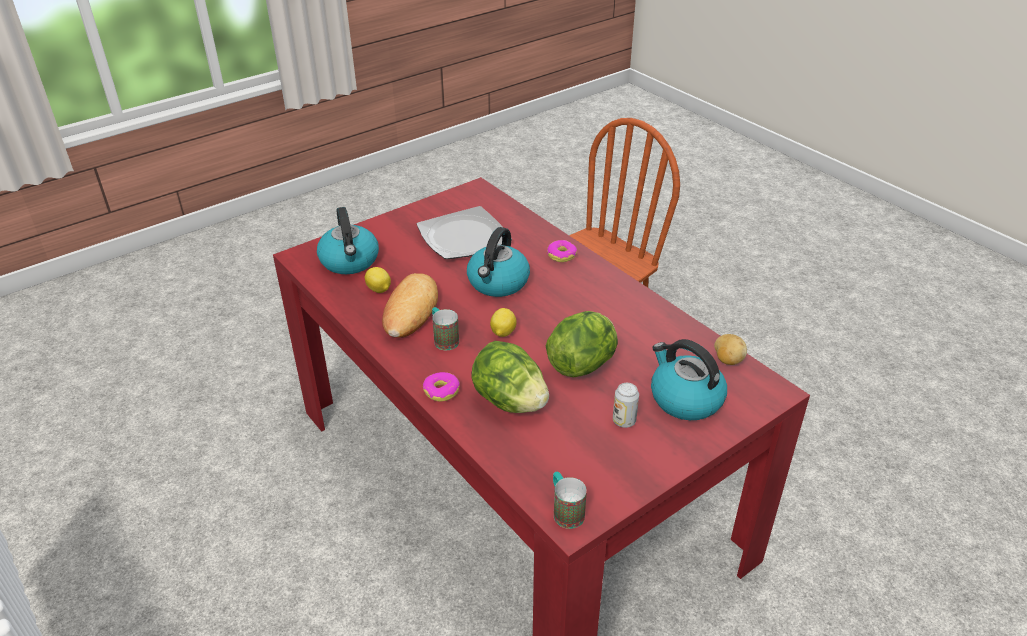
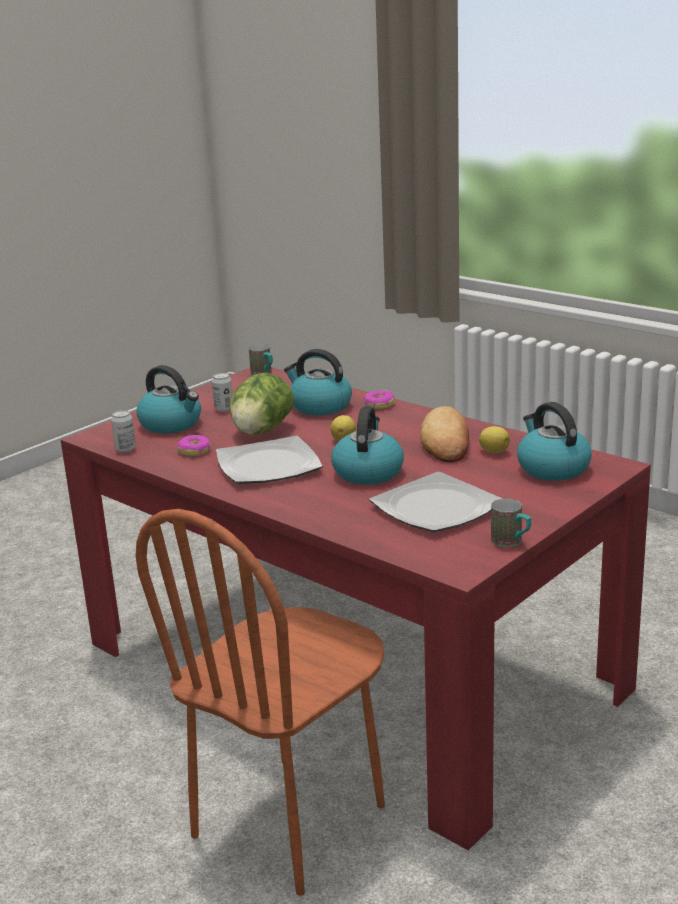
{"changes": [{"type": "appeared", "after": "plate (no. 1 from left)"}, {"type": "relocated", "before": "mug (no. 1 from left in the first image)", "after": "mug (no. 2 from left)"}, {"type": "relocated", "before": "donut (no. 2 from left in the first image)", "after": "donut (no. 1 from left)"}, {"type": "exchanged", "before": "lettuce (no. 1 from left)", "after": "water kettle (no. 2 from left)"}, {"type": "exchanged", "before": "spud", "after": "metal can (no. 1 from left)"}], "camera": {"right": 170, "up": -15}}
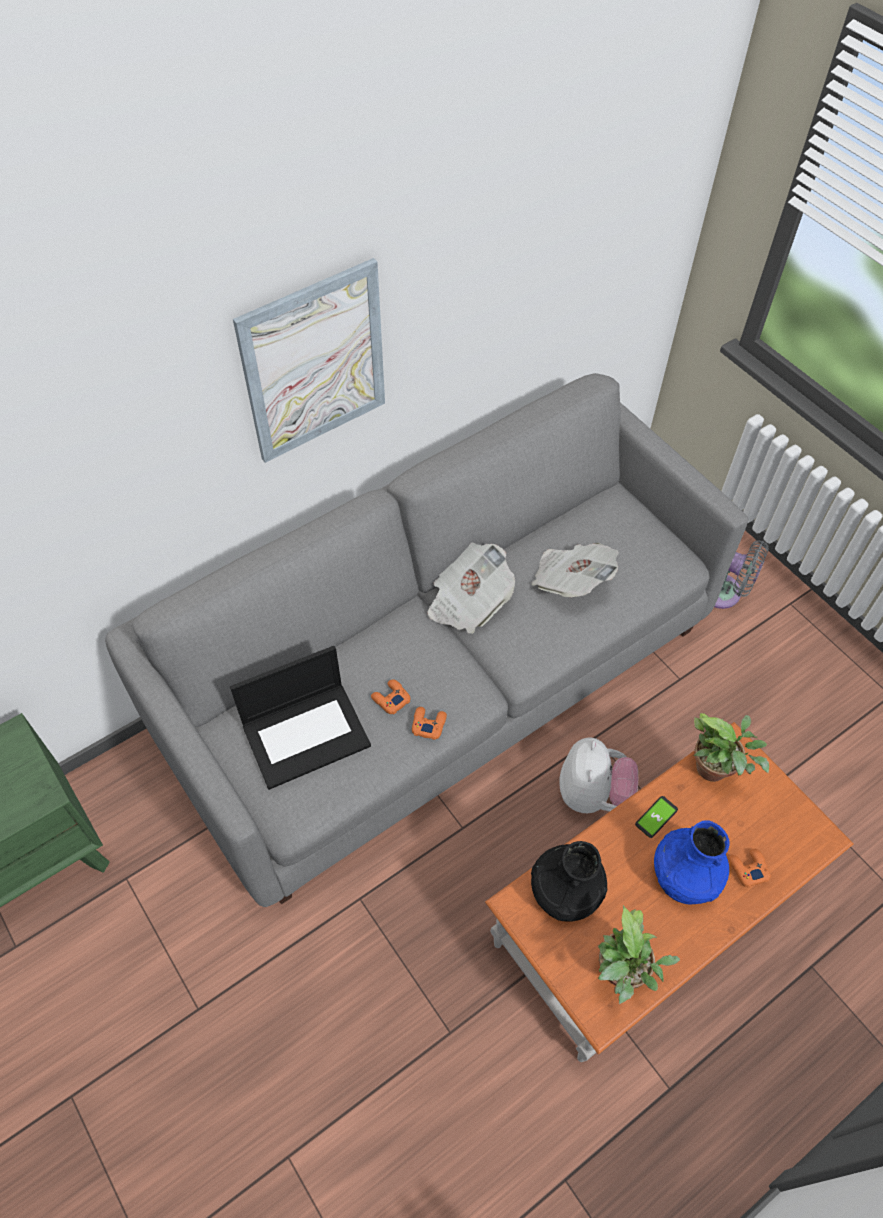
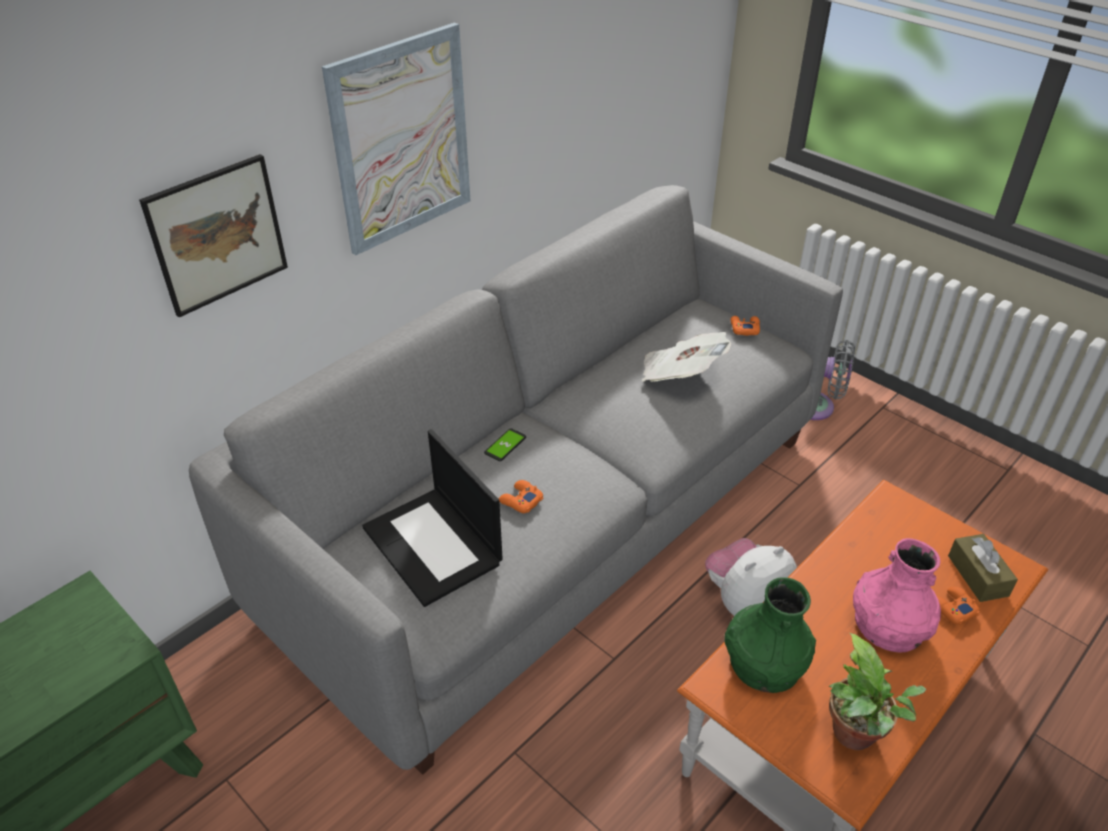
{"changes": [{"type": "missing", "before": "newspaper (no. 1 from left)"}, {"type": "missing", "before": "potted plant (no. 2 from left)"}, {"type": "appeared", "after": "wall picture (no. 1 from left)"}, {"type": "appeared", "after": "tissue holder (brownish)"}, {"type": "relocated", "before": "gamepad (orange) (no. 2 from left)"}, {"type": "relocated", "before": "handset"}, {"type": "colour", "before": "decorative vase (black-coloured)", "after": "decorative vase (green)"}, {"type": "colour", "before": "decorative vase (bluish)", "after": "decorative vase (pink)"}, {"type": "spun", "before": "laptop", "turn": 90}, {"type": "spun", "before": "cuddly toy", "turn": -120}], "camera": {"right": -10, "up": -15}}
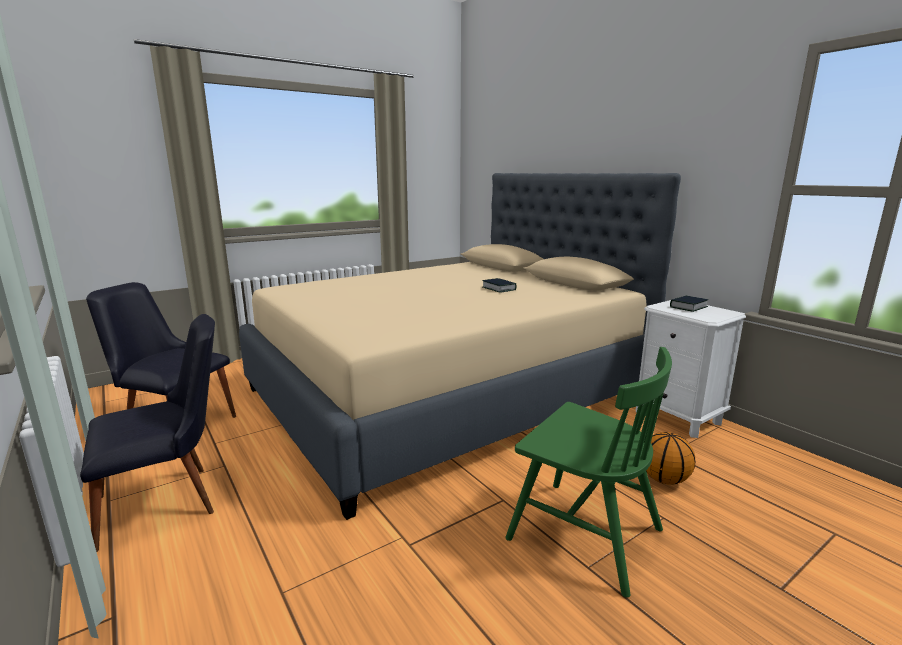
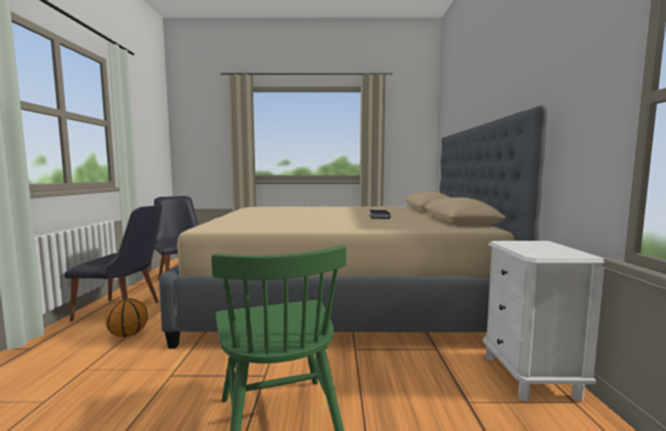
{"changes": [{"type": "missing", "before": "book (no. 2 from left)"}, {"type": "relocated", "before": "ball for basketball"}], "camera": {"right": 35, "up": -10}}
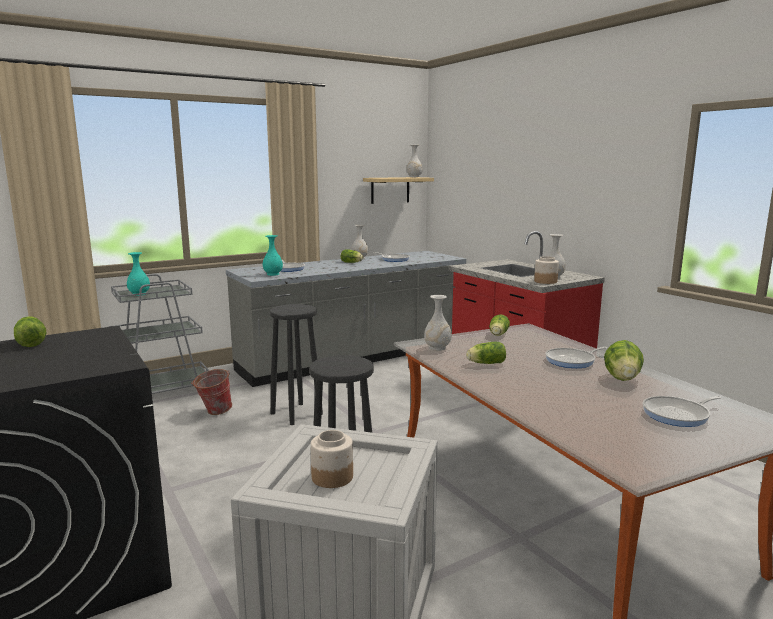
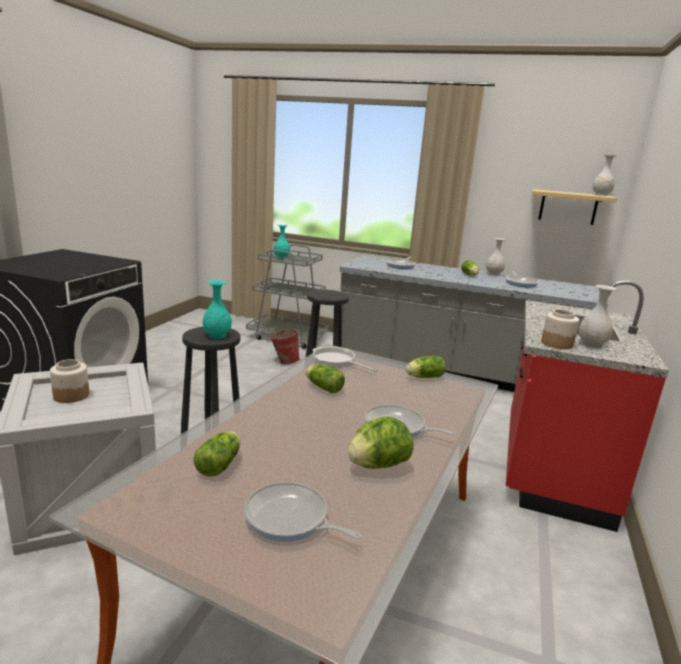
{"changes": [{"type": "relocated", "before": "lettuce (no. 1 from left)"}, {"type": "relocated", "before": "decorative vase (blue-green) (no. 2 from left in the first image)", "after": "decorative vase (blue-green) (no. 1 from left)"}, {"type": "exchanged", "before": "decorative vase (white) (no. 3 from left)", "after": "pan (no. 2 from left)"}], "camera": {"right": 50, "up": 5}}
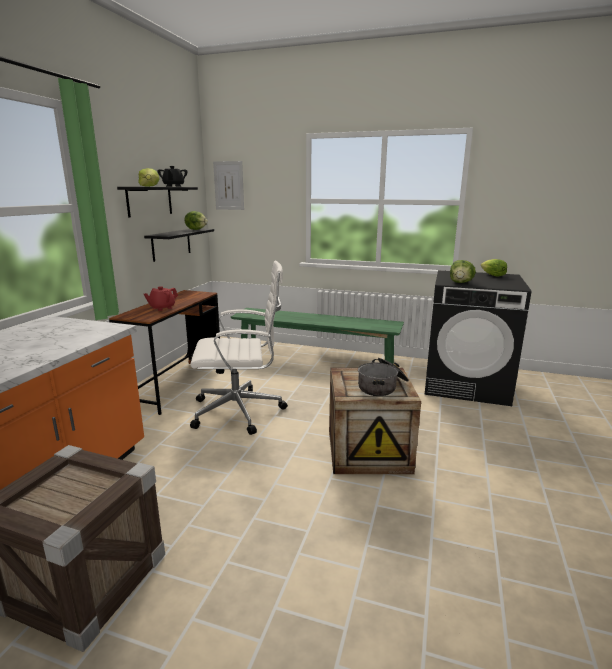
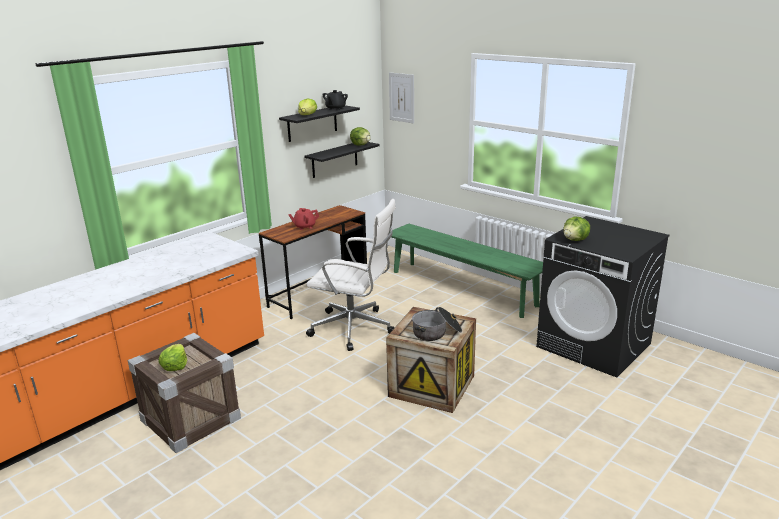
{"changes": [{"type": "relocated", "before": "lettuce (no. 4 from left in the first image)", "after": "lettuce (no. 1 from left)"}], "camera": {"right": 25, "up": 5}}
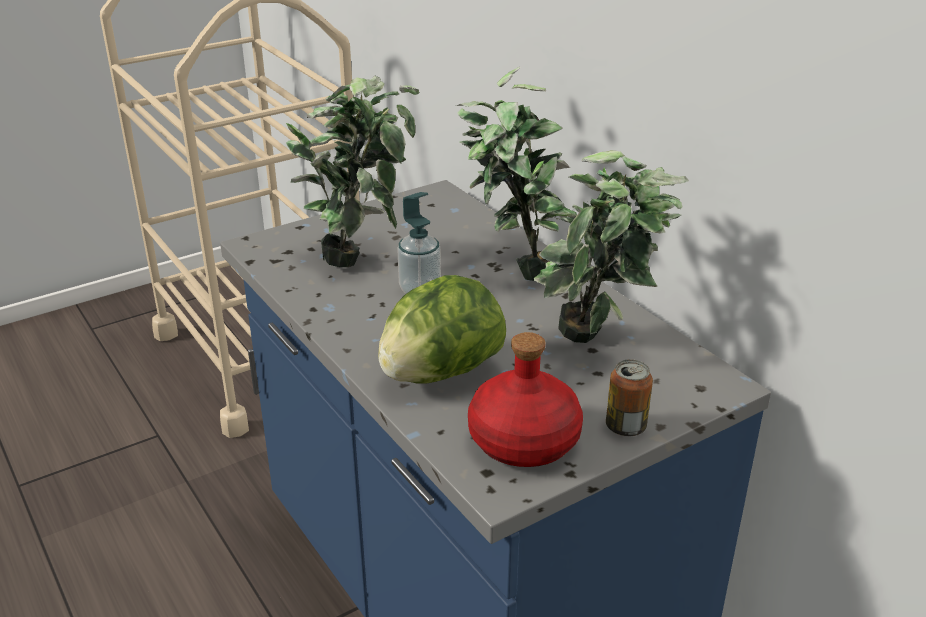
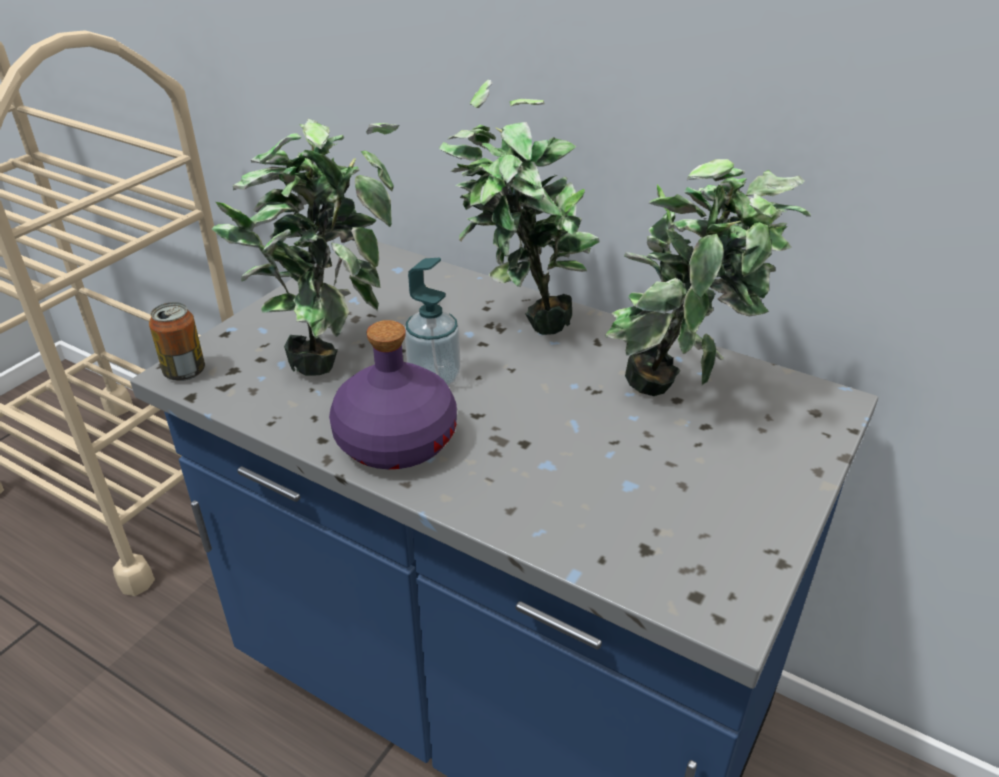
{"changes": [{"type": "missing", "before": "lettuce"}, {"type": "missing", "before": "drink bottle (red)"}, {"type": "appeared", "after": "drink bottle (purple-coloured)"}, {"type": "relocated", "before": "metal can"}], "camera": {"right": -25, "up": 5}}
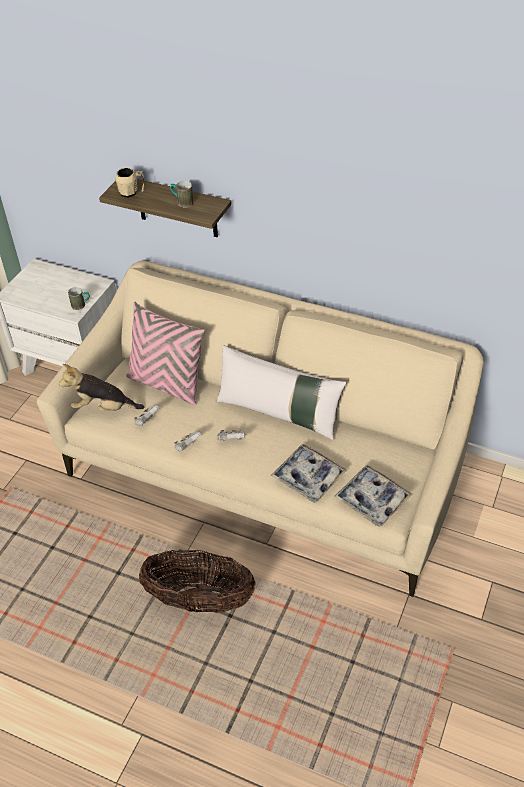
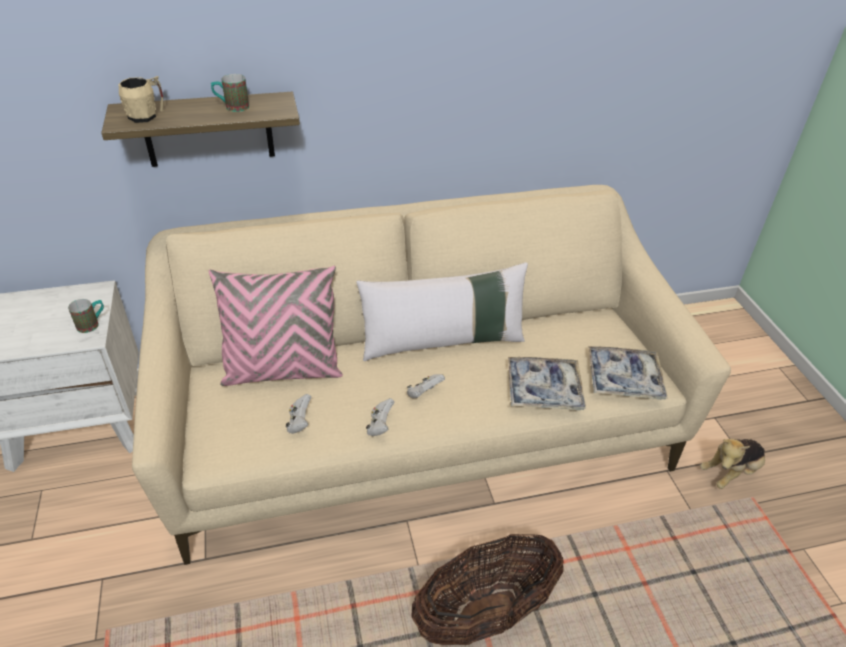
{"changes": [{"type": "relocated", "before": "cuddly toy"}], "camera": {"right": -40, "up": -5}}
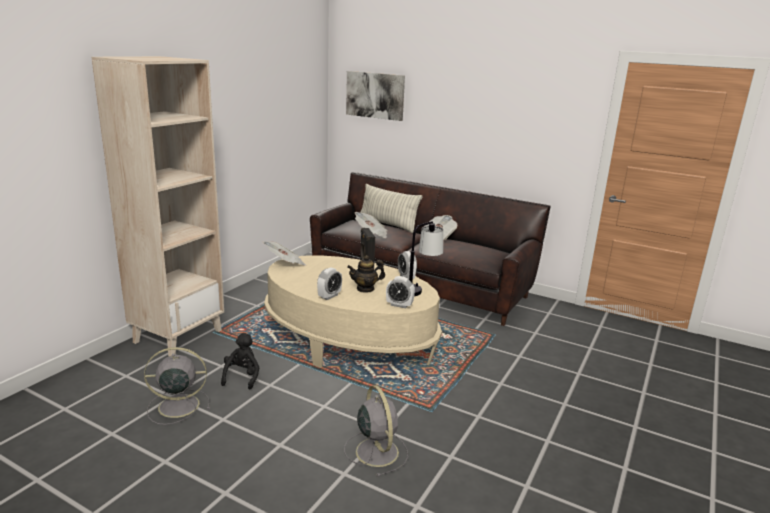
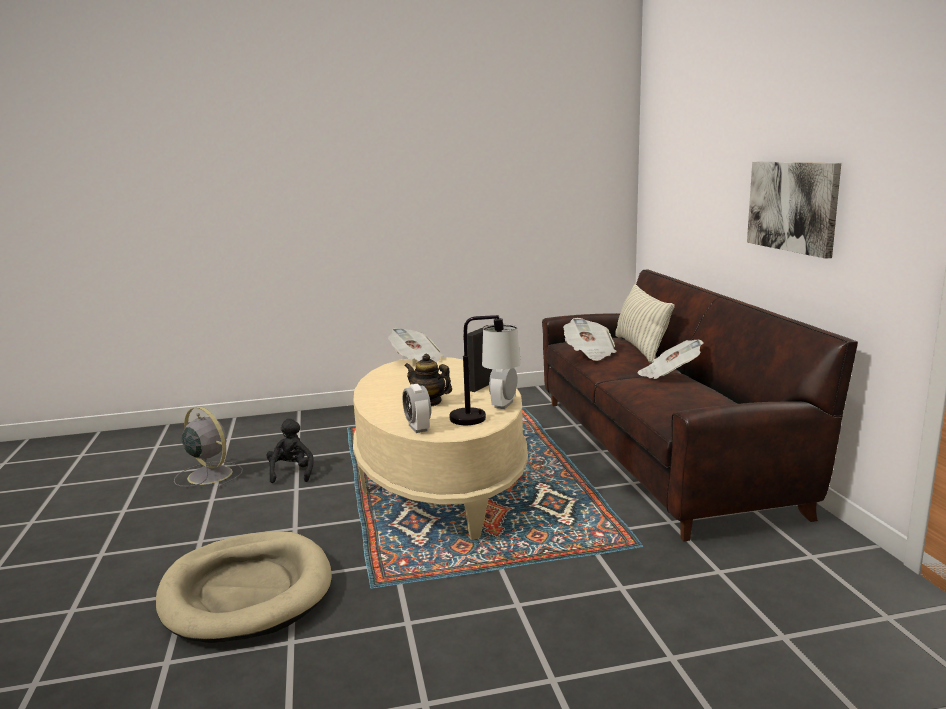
{"changes": [{"type": "missing", "before": "bookcase (beige)"}, {"type": "missing", "before": "bedside clock (no. 1 from left)"}, {"type": "relocated", "before": "wall picture"}, {"type": "exchanged", "before": "cooling fan (grey) (no. 2 from left)", "after": "dog cushion (beige)"}, {"type": "spun", "before": "cuddly toy (black-coloured)", "turn": -60}], "camera": {"right": 50, "up": -5}}
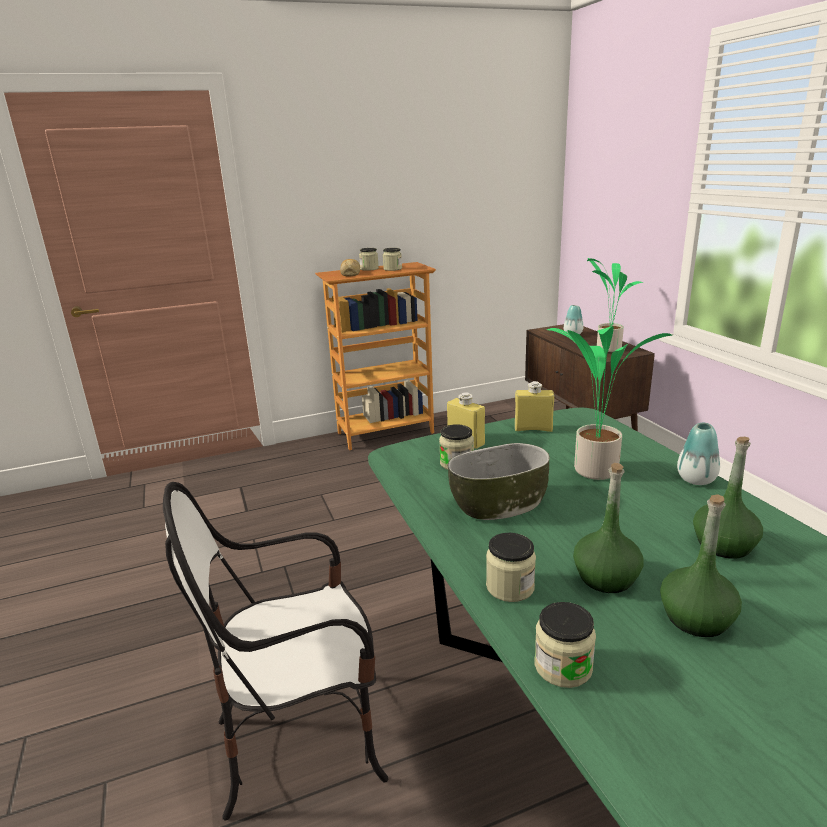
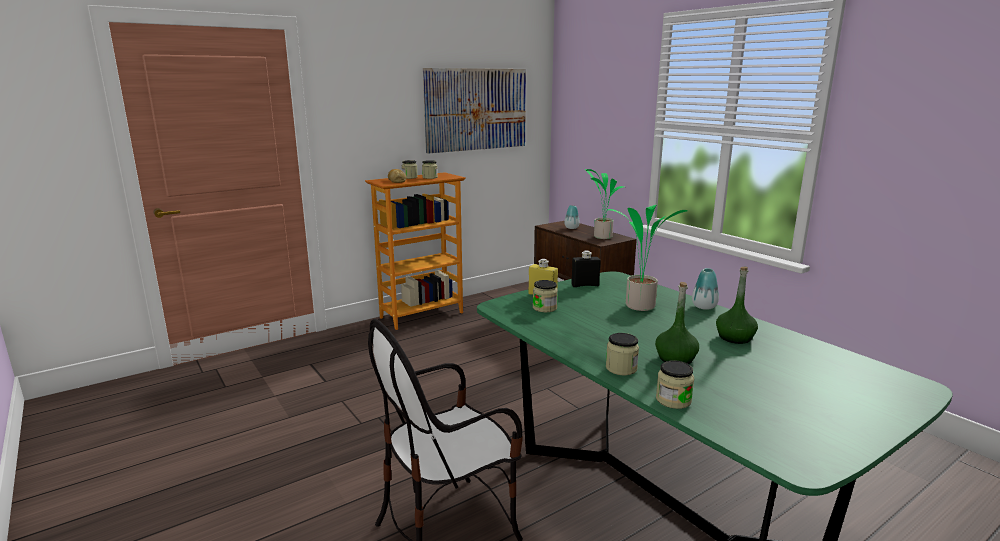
{"changes": [{"type": "missing", "before": "deep dish"}, {"type": "missing", "before": "drink bottle (green) (no. 2 from left)"}, {"type": "appeared", "after": "wall picture"}, {"type": "colour", "before": "drink bottle (yellow) (no. 2 from left)", "after": "drink bottle (black-coloured)"}], "camera": {"right": -15, "up": -5}}
